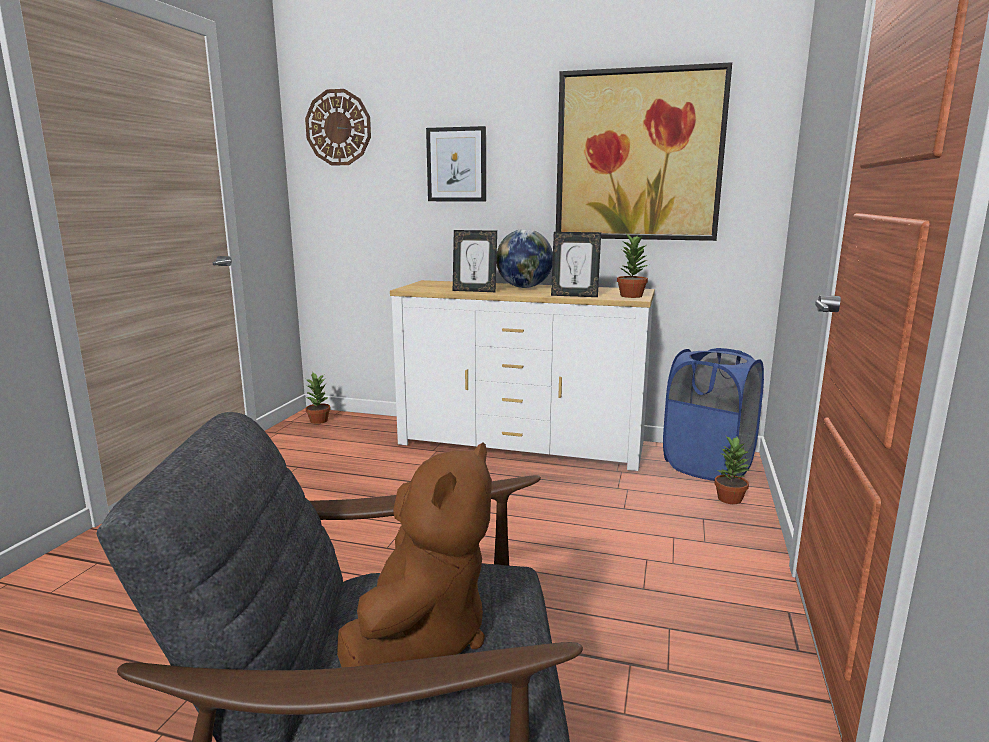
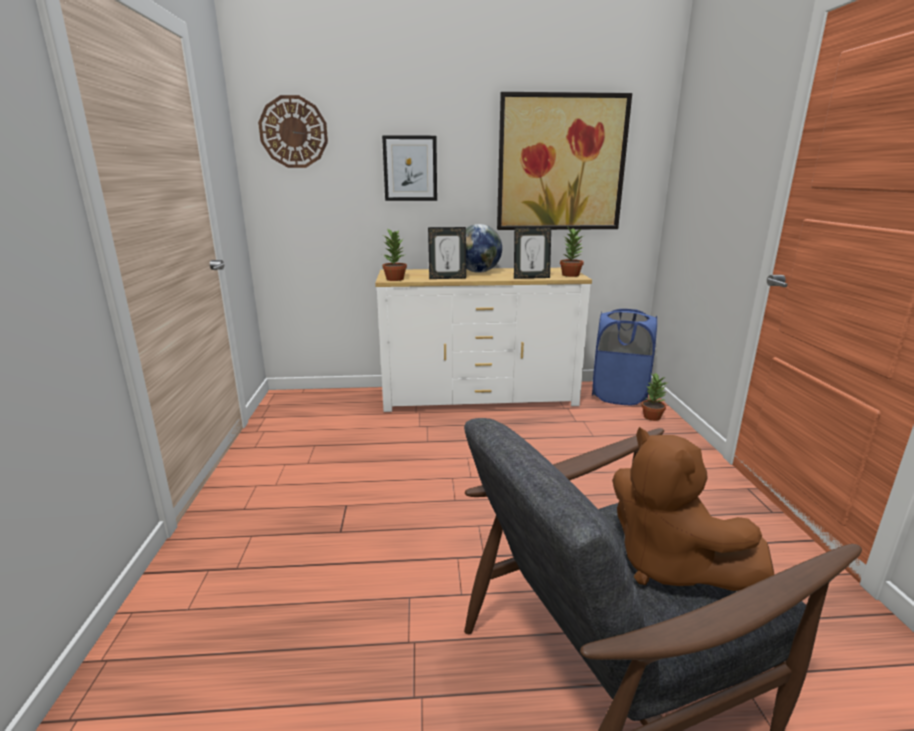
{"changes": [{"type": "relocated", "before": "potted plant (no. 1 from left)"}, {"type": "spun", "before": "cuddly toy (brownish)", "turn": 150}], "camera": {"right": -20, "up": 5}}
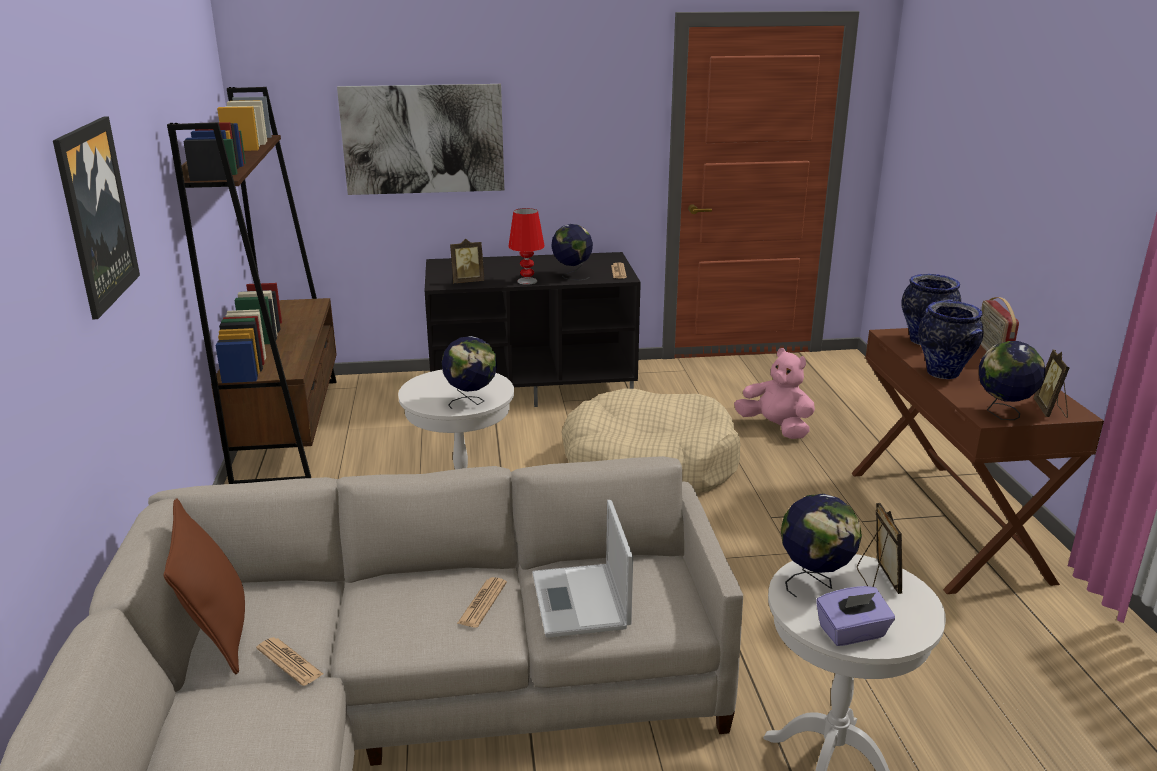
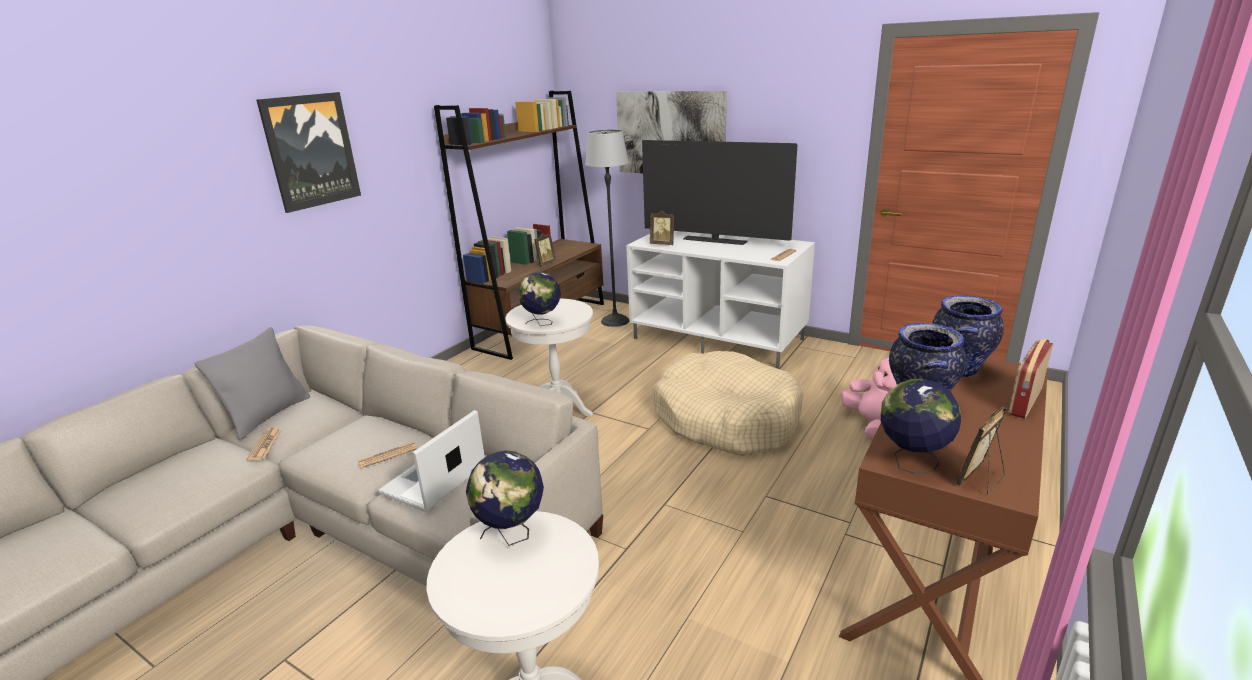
{"changes": [{"type": "missing", "before": "tabletop lamp (red)"}, {"type": "missing", "before": "world globe (no. 2 from left)"}, {"type": "missing", "before": "tissue holder (purple-coloured)"}, {"type": "appeared", "after": "standard lamp"}, {"type": "appeared", "after": "TV"}, {"type": "relocated", "before": "standing frame (no. 2 from left in the first image)", "after": "standing frame (no. 1 from left)"}, {"type": "colour", "before": "cushion (brownish)", "after": "cushion (grey)"}, {"type": "colour", "before": "tv stand (black-coloured)", "after": "tv stand (white)"}], "camera": {"right": 40, "up": 0}}
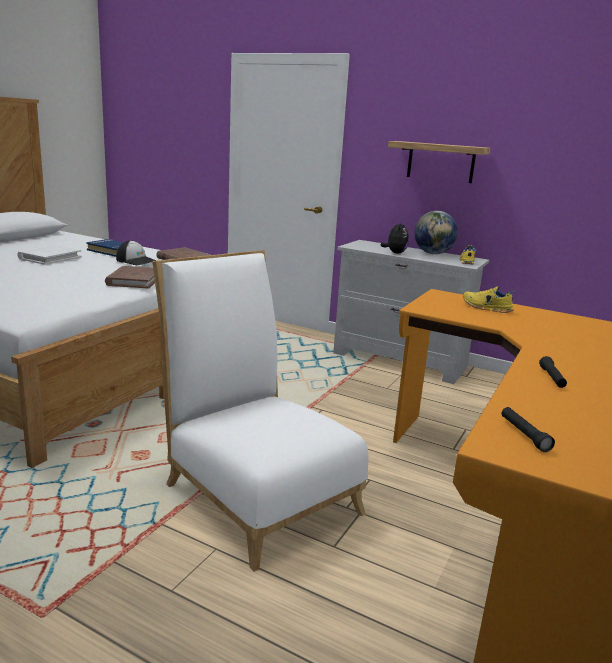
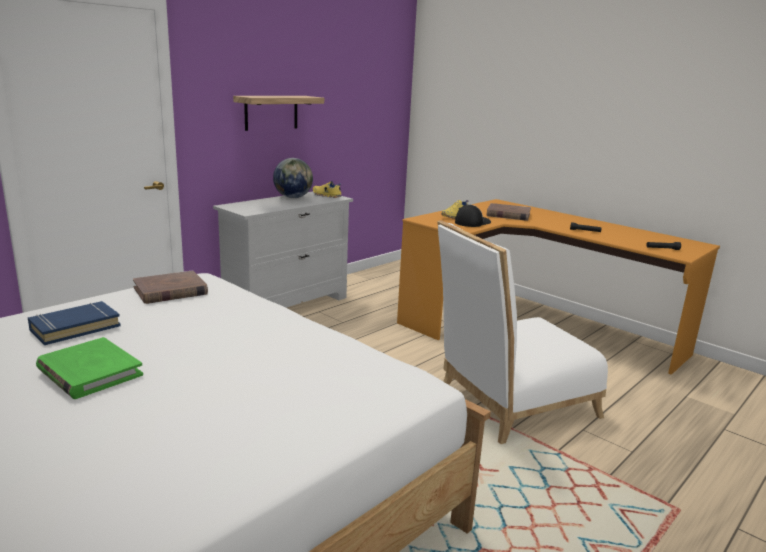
{"changes": [{"type": "missing", "before": "cuddly toy"}, {"type": "relocated", "before": "book (brownish) (no. 1 from left in the first image)", "after": "book (brownish) (no. 2 from left)"}, {"type": "relocated", "before": "baseball cap"}, {"type": "colour", "before": "book (white)", "after": "book (green)"}], "camera": {"right": -75, "up": 0}}
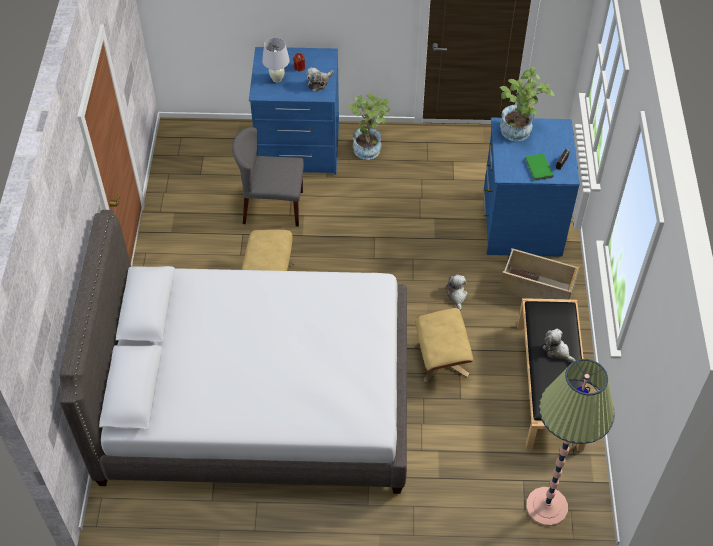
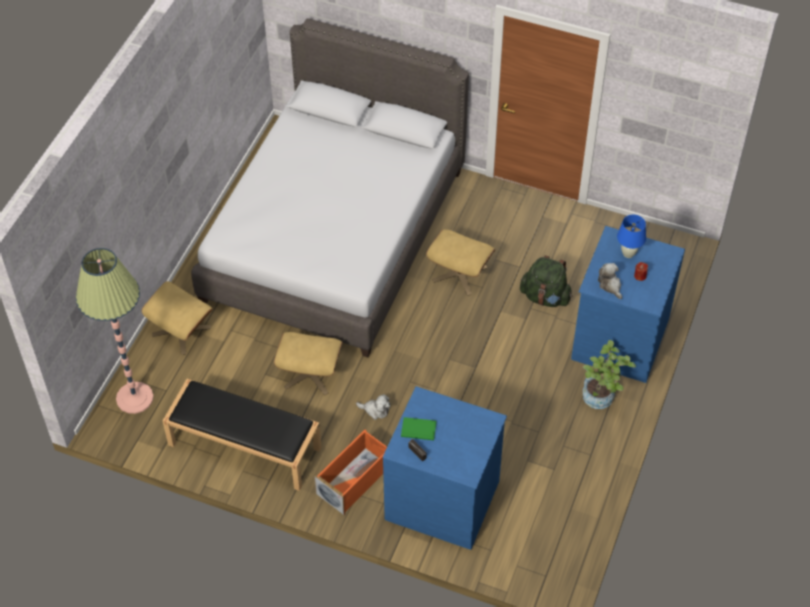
{"changes": [{"type": "missing", "before": "potted plant (no. 2 from left)"}, {"type": "missing", "before": "cuddly toy (no. 3 from left)"}, {"type": "appeared", "after": "pouffe (beige) (no. 1 from left)"}, {"type": "exchanged", "before": "chair (grey)", "after": "knapsack (green)"}, {"type": "colour", "before": "tabletop lamp (white)", "after": "tabletop lamp (bluish)"}, {"type": "colour", "before": "storage container (beige)", "after": "storage container (orange)"}], "camera": {"right": 110, "up": 0}}
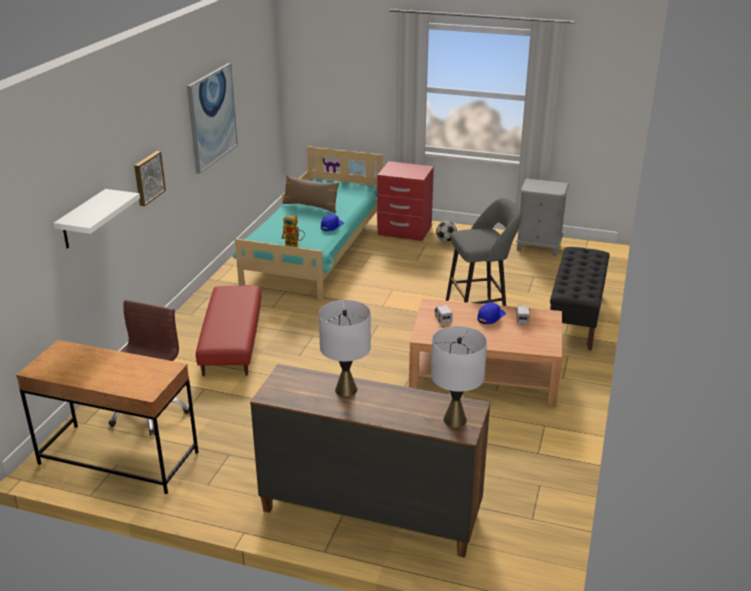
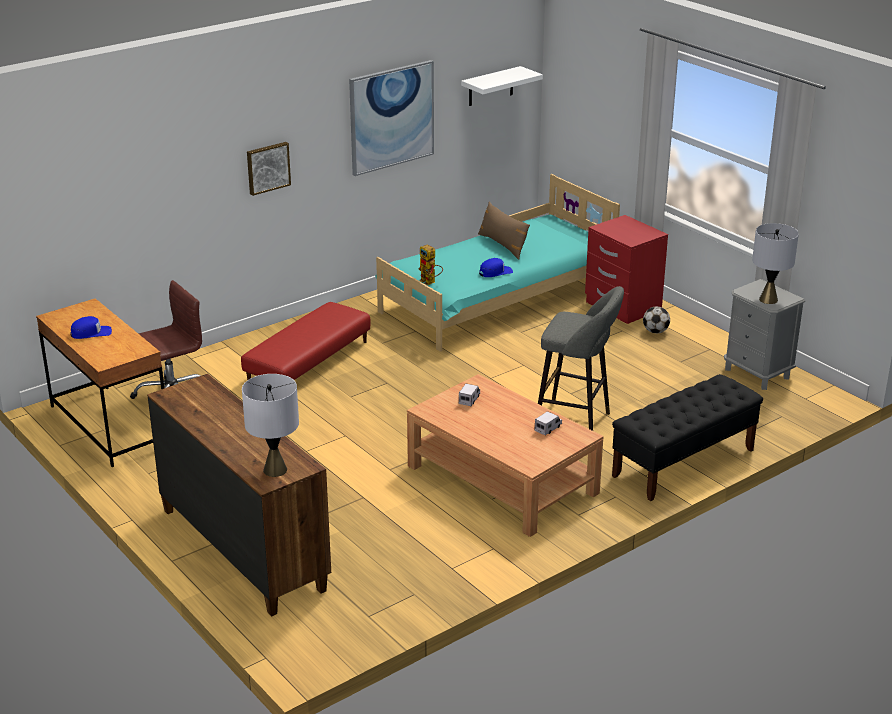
{"changes": [{"type": "relocated", "before": "shelf (white)"}, {"type": "relocated", "before": "tabletop lamp (grey) (no. 1 from left in the first image)", "after": "tabletop lamp (grey) (no. 2 from left)"}, {"type": "relocated", "before": "baseball cap (bluish) (no. 2 from left in the first image)", "after": "baseball cap (bluish) (no. 1 from left)"}], "camera": {"right": 35, "up": 0}}
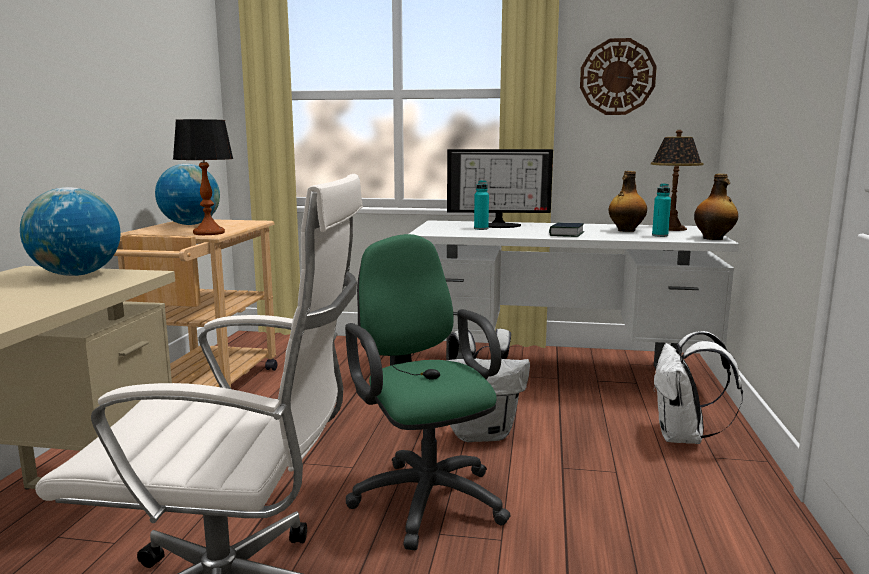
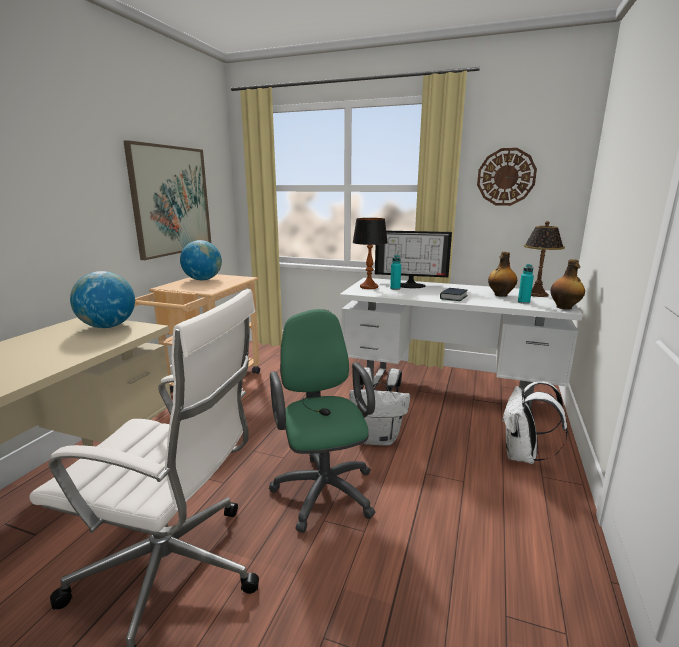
{"changes": [{"type": "appeared", "after": "wall picture"}, {"type": "relocated", "before": "tabletop lamp (no. 1 from left)"}], "camera": {"right": 10, "up": 5}}
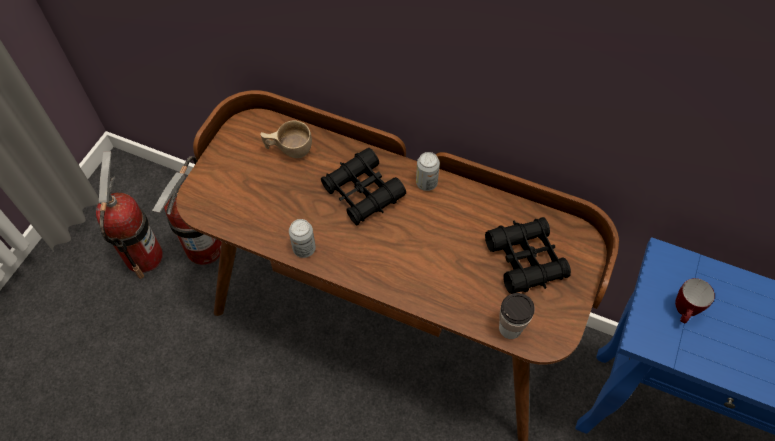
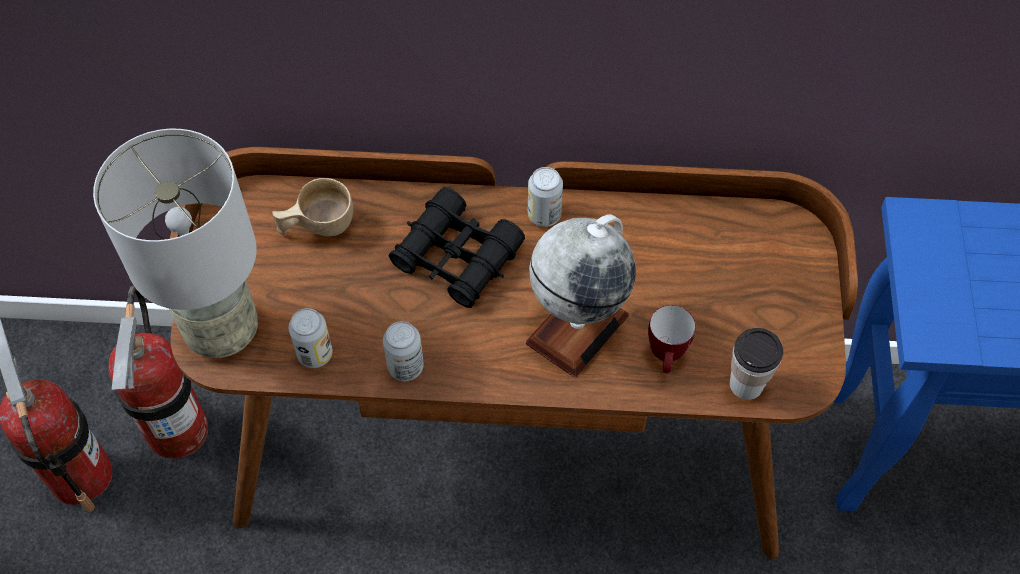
{"changes": [{"type": "missing", "before": "binoculars (black-coloured) (no. 2 from left)"}, {"type": "appeared", "after": "tabletop lamp (grey)"}, {"type": "appeared", "after": "metal can (no. 1 from left)"}, {"type": "appeared", "after": "world globe"}, {"type": "relocated", "before": "mug"}], "camera": {"right": -20, "up": 0}}
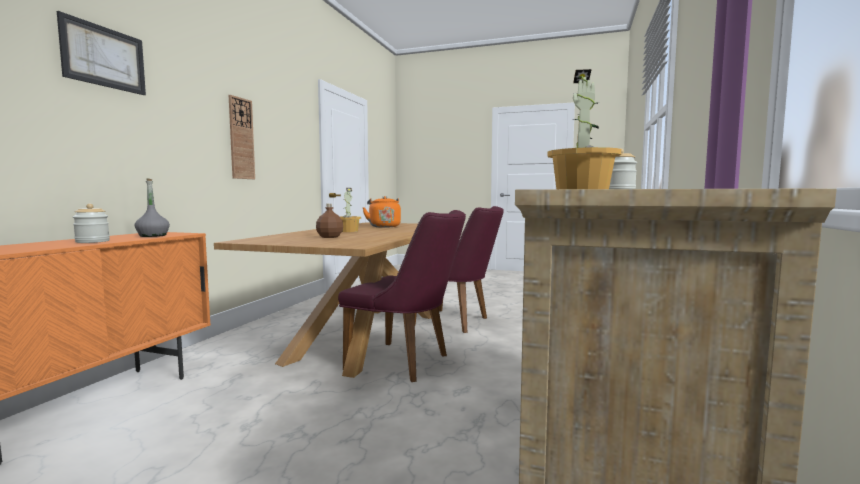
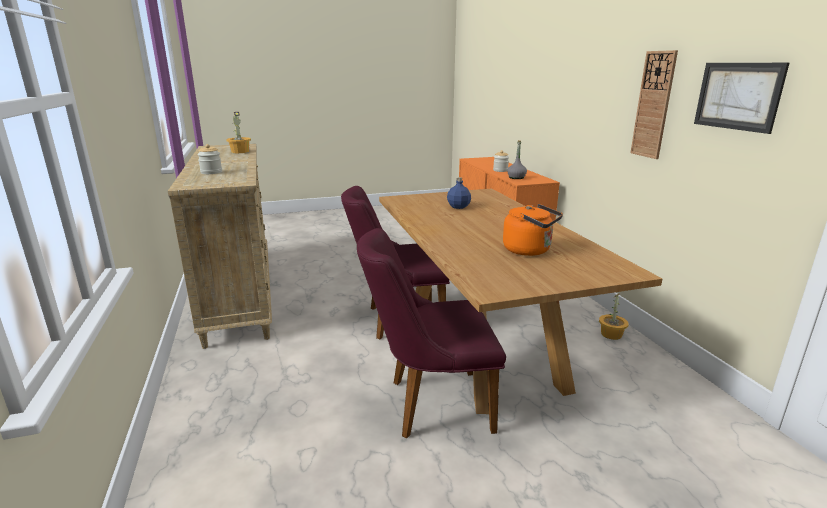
{"changes": [{"type": "relocated", "before": "wall picture"}, {"type": "relocated", "before": "potted plant (no. 1 from left in the first image)", "after": "potted plant (no. 2 from left)"}, {"type": "colour", "before": "drink bottle (brownish)", "after": "drink bottle (bluish)"}], "camera": {"right": 145, "up": 15}}
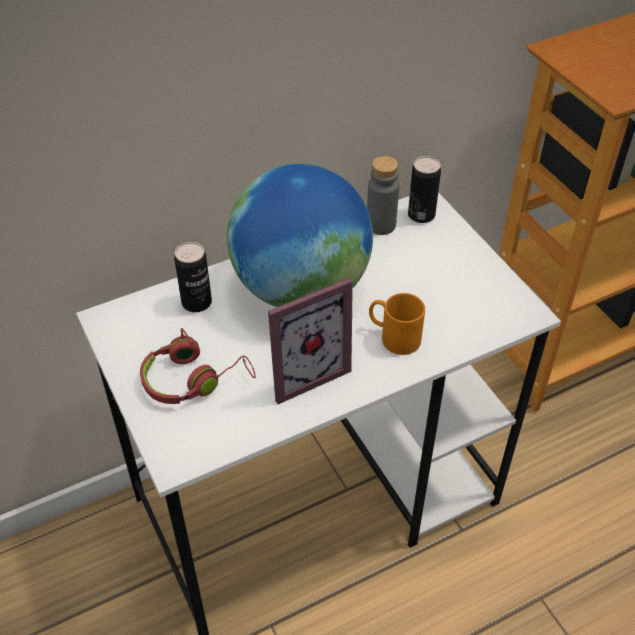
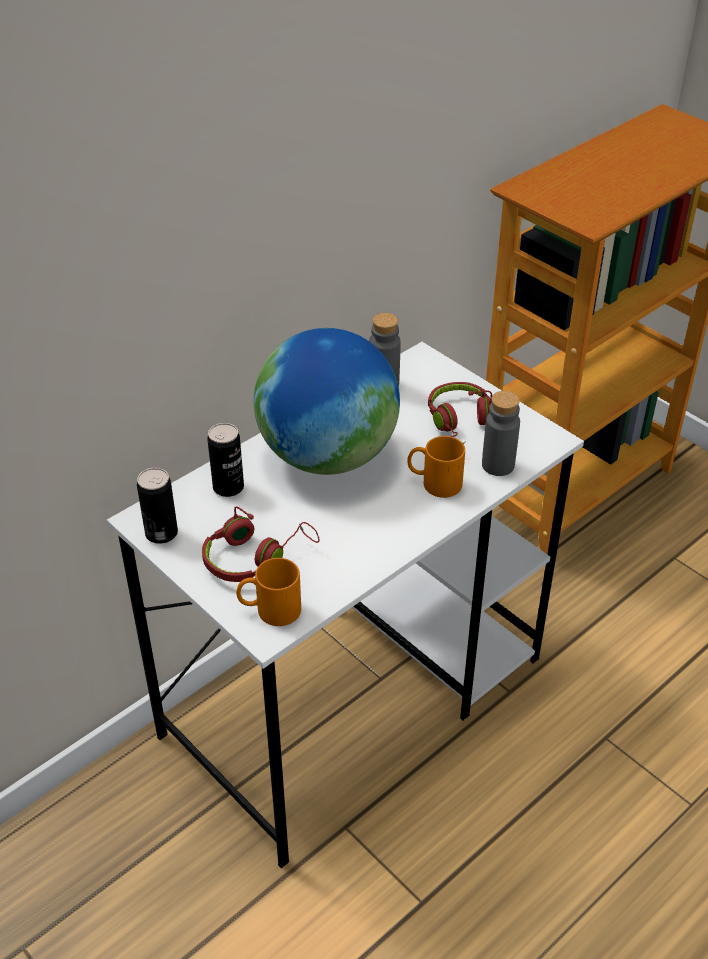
{"changes": [{"type": "missing", "before": "standing frame"}, {"type": "appeared", "after": "mug (orange) (no. 1 from left)"}, {"type": "appeared", "after": "headphones (red) (no. 2 from left)"}, {"type": "appeared", "after": "drink bottle (grey) (no. 2 from left)"}, {"type": "relocated", "before": "metal can (no. 2 from left in the first image)", "after": "metal can (no. 1 from left)"}], "camera": {"right": -15, "up": -5}}
